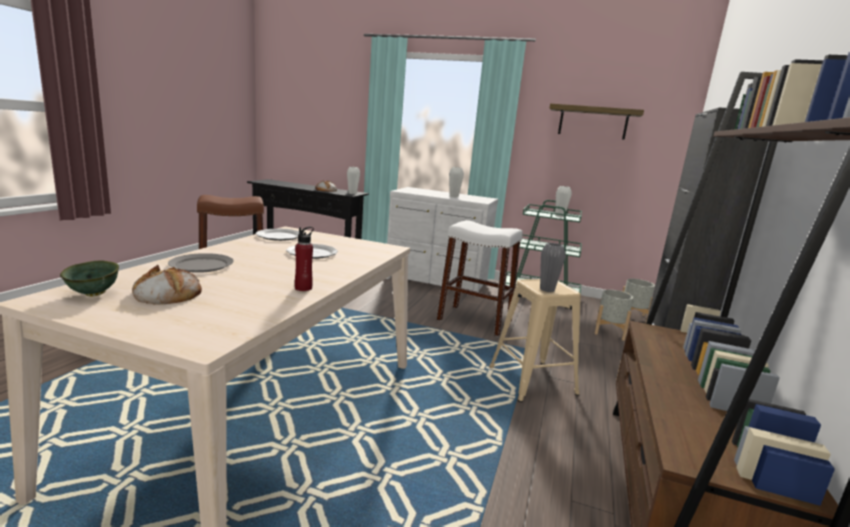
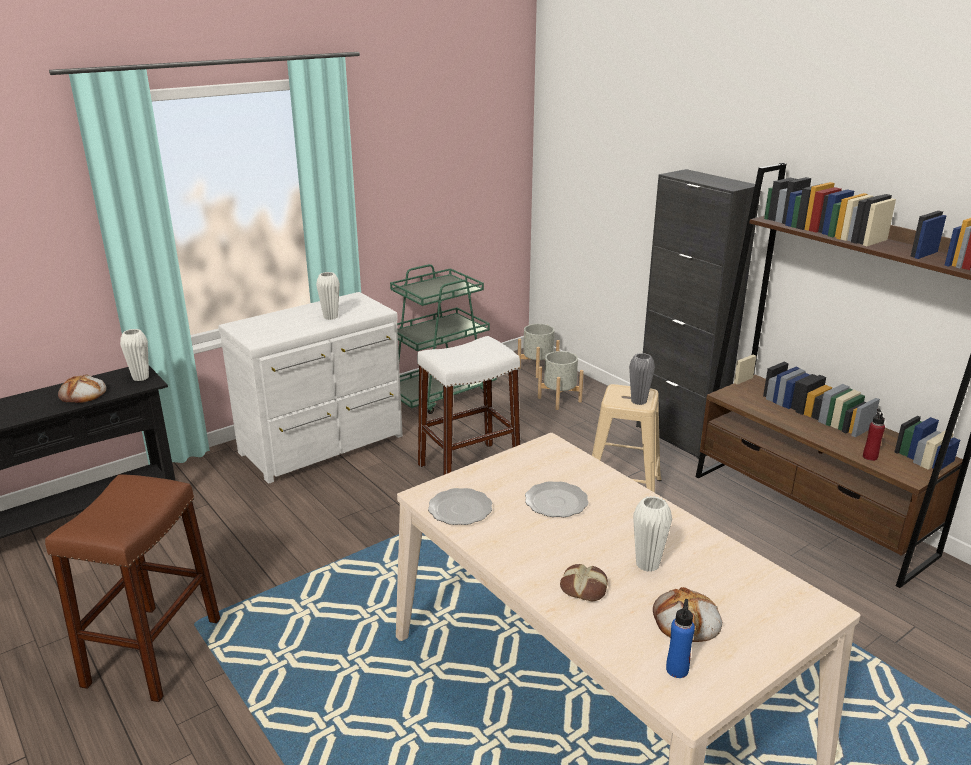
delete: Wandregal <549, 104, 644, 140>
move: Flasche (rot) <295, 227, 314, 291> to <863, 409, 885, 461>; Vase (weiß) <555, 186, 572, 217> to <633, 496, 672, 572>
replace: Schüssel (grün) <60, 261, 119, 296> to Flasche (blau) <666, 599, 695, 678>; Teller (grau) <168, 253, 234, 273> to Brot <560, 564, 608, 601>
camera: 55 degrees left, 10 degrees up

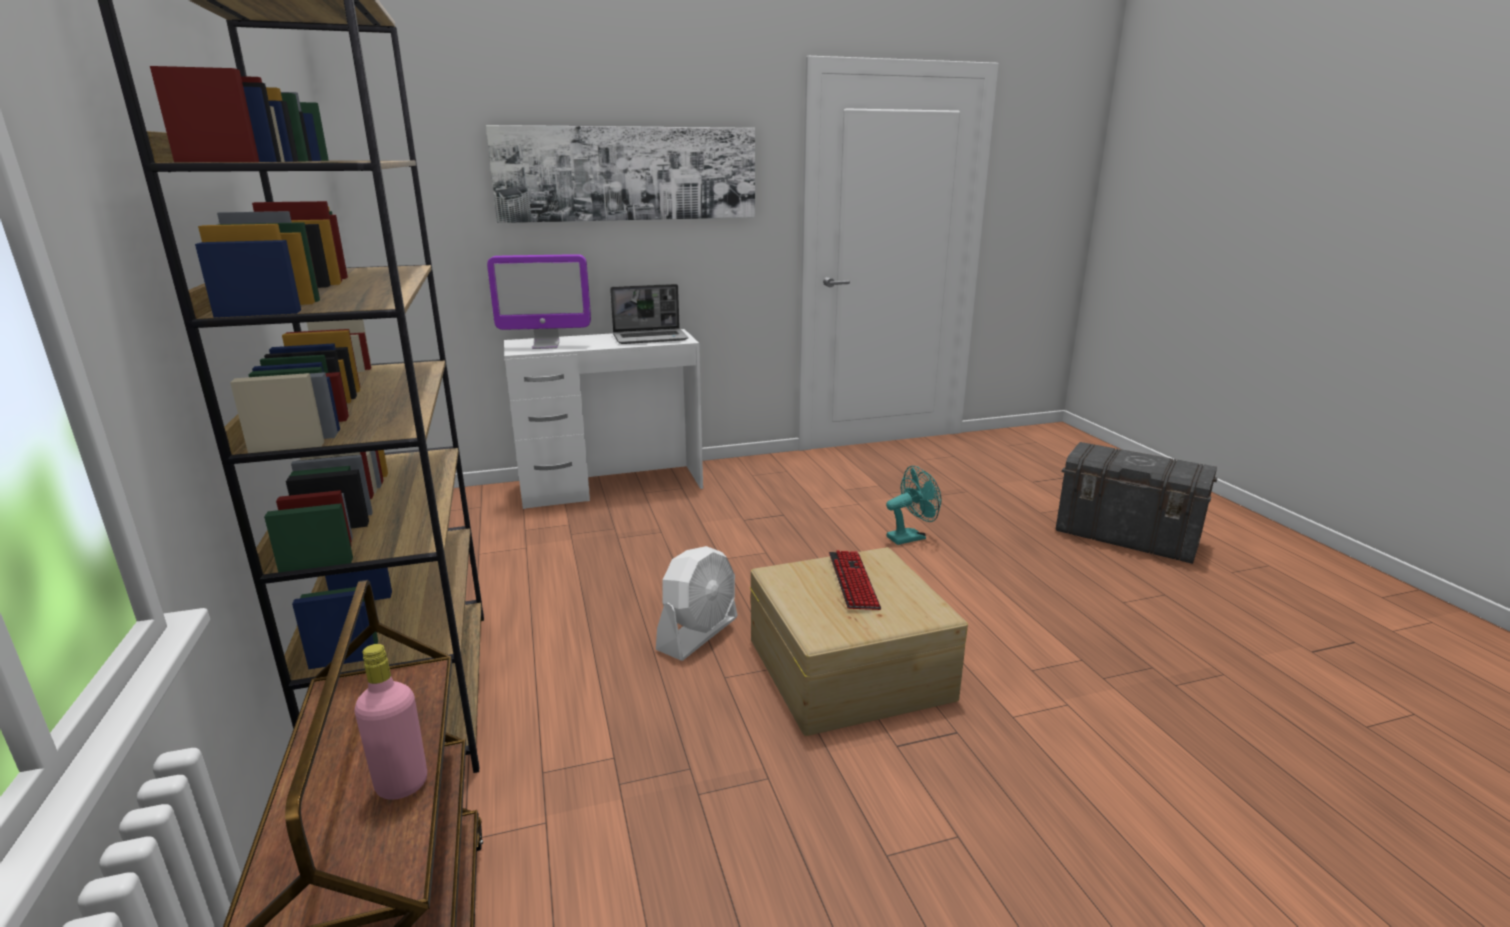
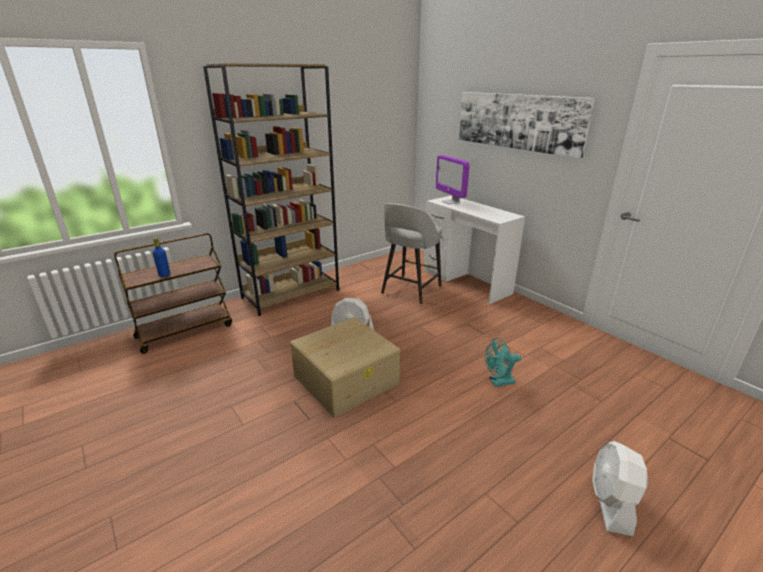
delete: Laptop <610, 284, 688, 344>; Tastatur <829, 550, 881, 610>
insert: Hocker (grau) <381, 203, 442, 304>
replace: Aufbewahrungsbox (grau) <1056, 442, 1217, 564> to Ventilator (weiß) <592, 441, 648, 536>
recolor: Flasche (rosa) <354, 644, 427, 800> to Flasche (blau) <153, 238, 170, 277>
rotate: Ventilator (türkis) <886, 466, 941, 545> = <485, 338, 521, 387> 120 degrees clockwise
camera: 70 degrees right, 5 degrees up

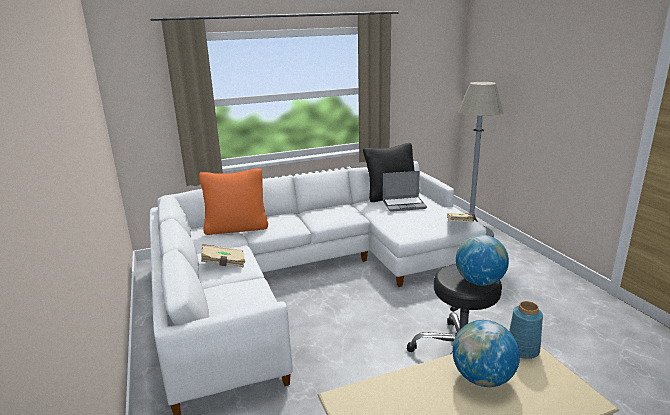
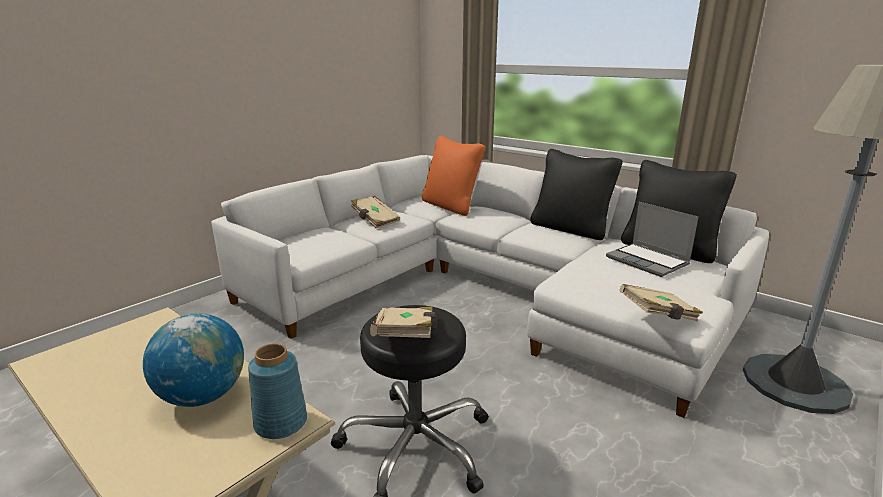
insert: Kissen (schwarz) <530, 149, 623, 240>
replace: Globus <456, 235, 509, 286> to Buch (beige) <370, 307, 437, 338>
camera: 60 degrees right, 0 degrees up

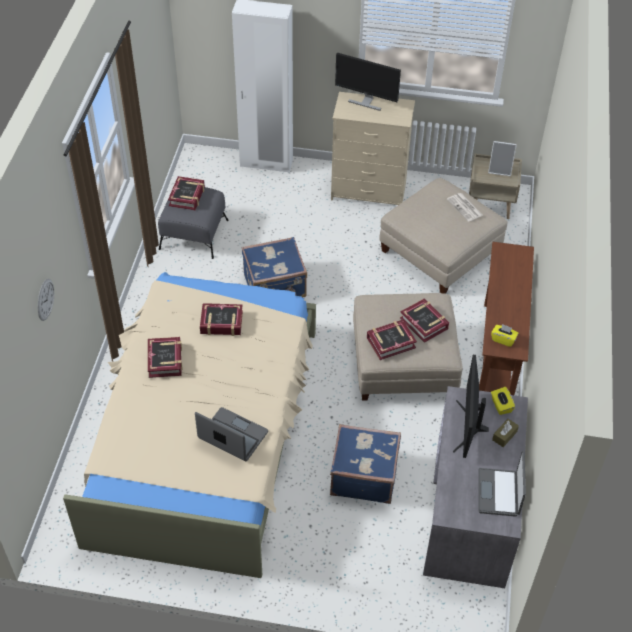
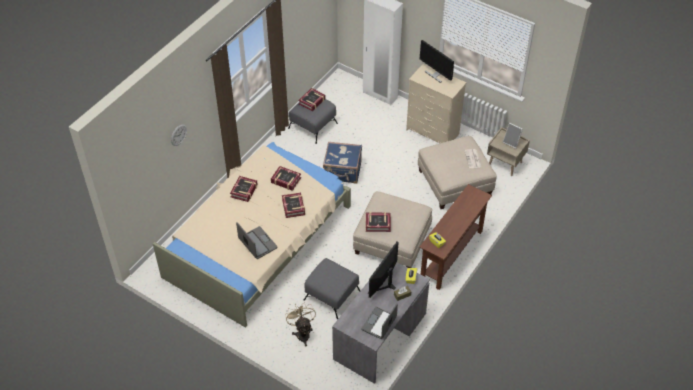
insert: Ventilator (beige) <285, 302, 316, 346>
move: Buch <400, 299, 449, 343> to <282, 192, 305, 218>
replace: Koffer (blau) <330, 424, 401, 504> to Polsterhocker (grau) <304, 258, 360, 319>
camera: 25 degrees right, 0 degrees up

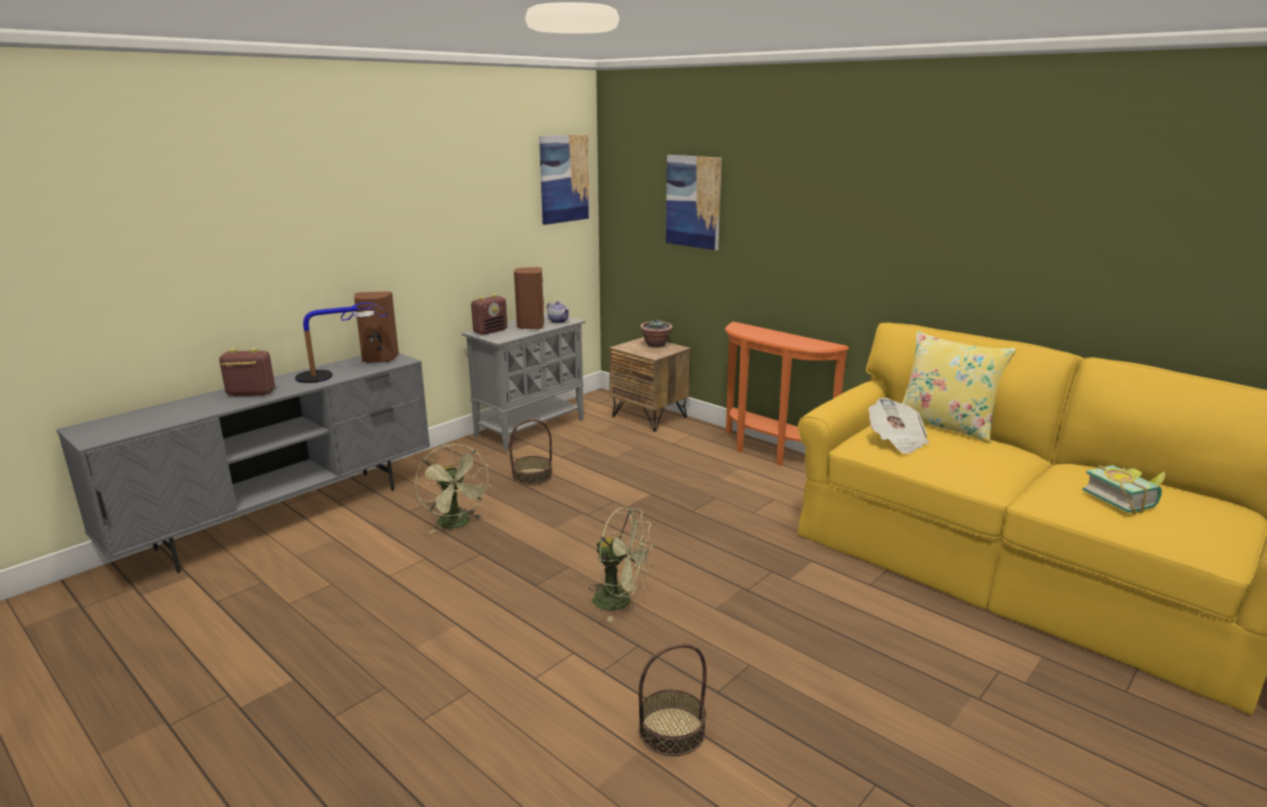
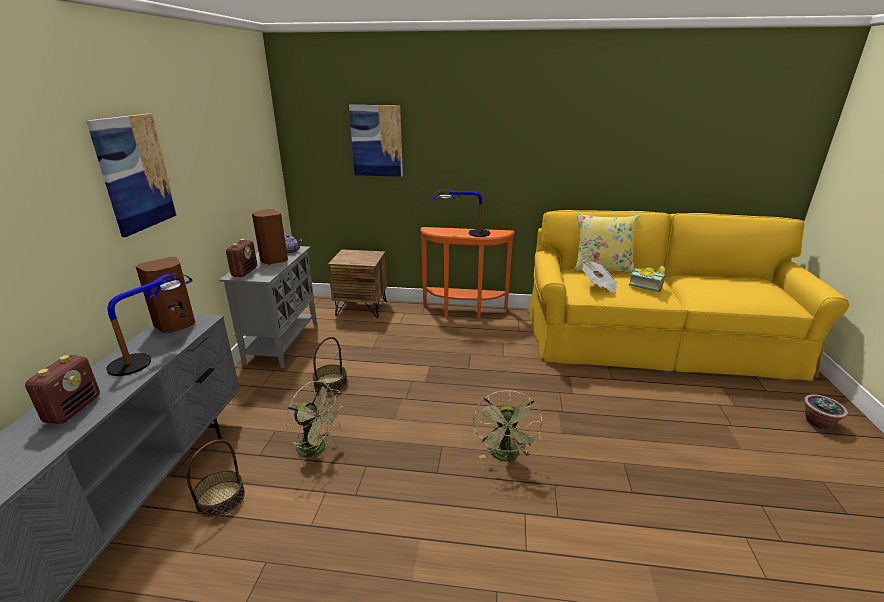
insert: Tischlampe <432, 189, 490, 237>
move: Bild <539, 134, 590, 225> to <86, 114, 177, 237>; Korb <639, 644, 707, 756> to <187, 440, 245, 518>; Topfpflanze <640, 319, 673, 348> to <804, 394, 848, 429>; Buch <1082, 465, 1165, 515> to <629, 266, 665, 292>
rotate: Radio <219, 348, 275, 396> = <25, 355, 100, 424> 135 degrees clockwise; Ventilator (grün) <589, 508, 655, 622> = <473, 390, 542, 461> 105 degrees clockwise
camera: 35 degrees left, 5 degrees up

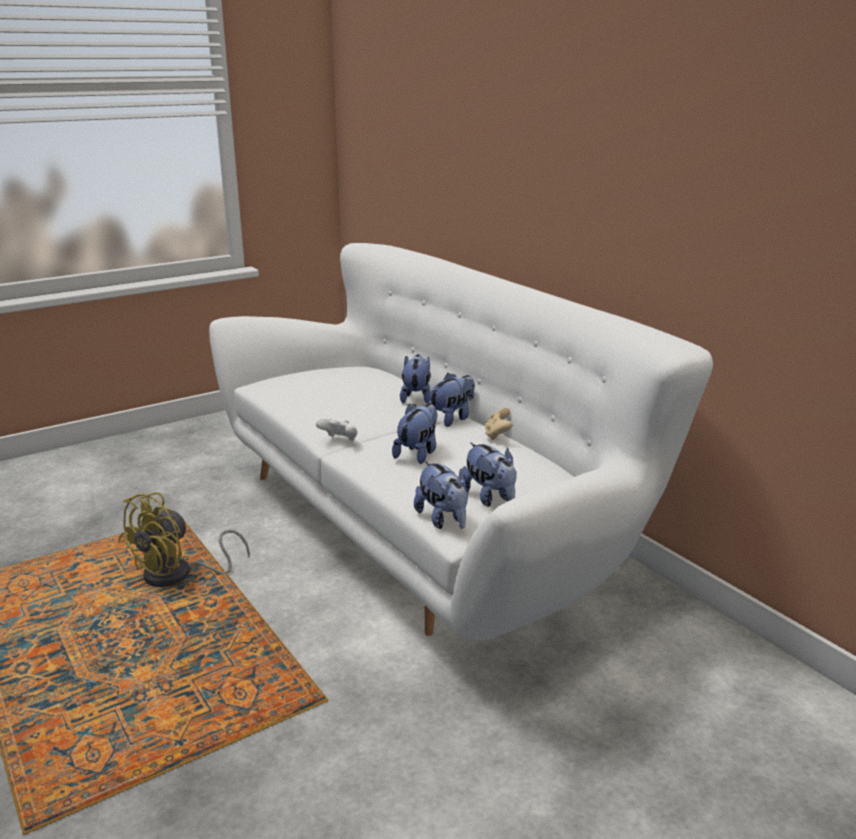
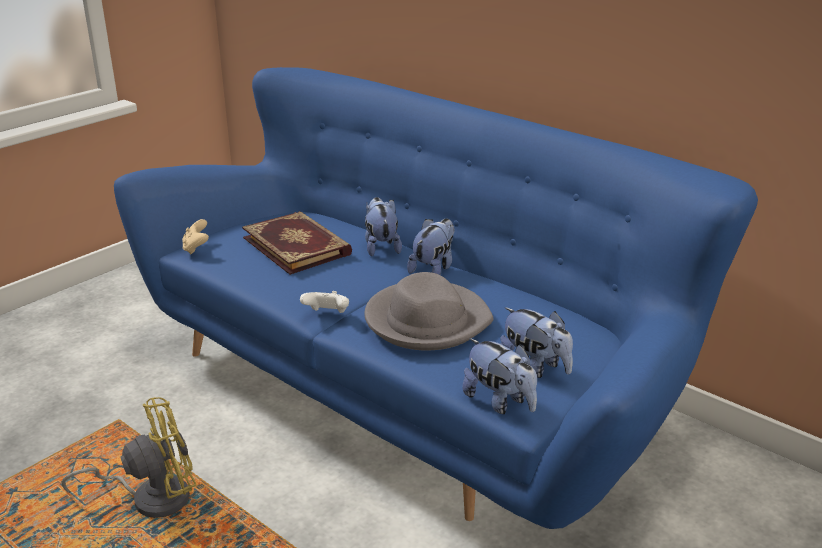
insert: Buch <242, 211, 352, 275>
move: Gamepad (beige) <485, 408, 513, 440> to <182, 219, 209, 254>
replace: Plüschtier <392, 403, 437, 464> to Hut (grau) <364, 272, 494, 350>
recolor: Sofa (weiß) <209, 243, 713, 641> to Sofa (blau) <114, 67, 758, 529>
rotate: Ventilator (gelb) <118, 492, 250, 587> = <61, 397, 196, 518> 135 degrees counterclockwise
camera: 15 degrees left, 5 degrees up

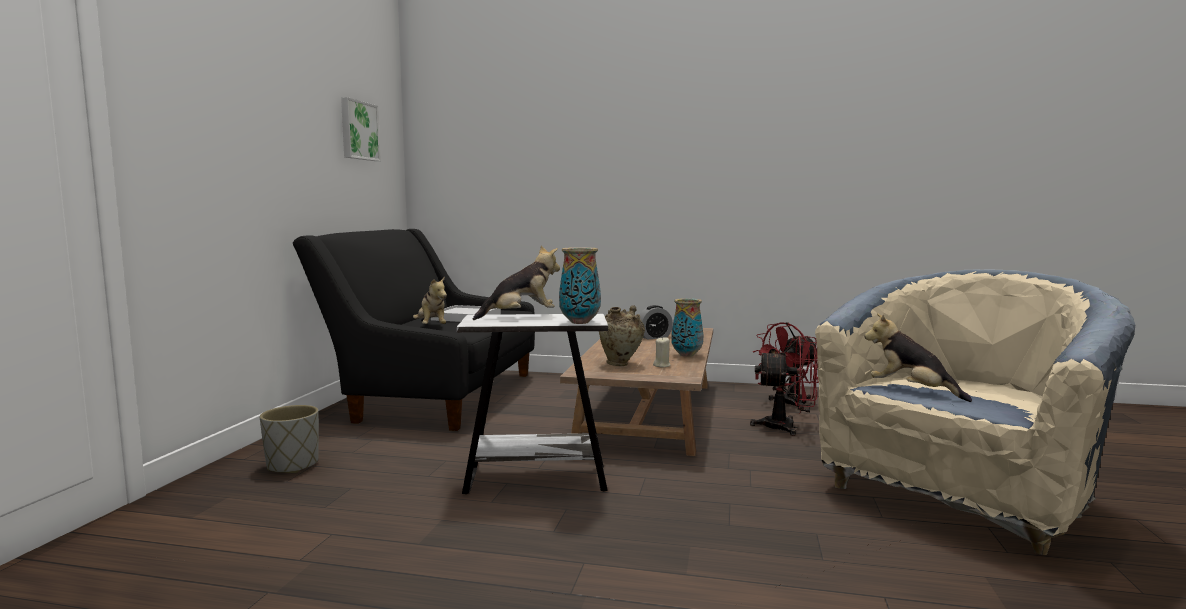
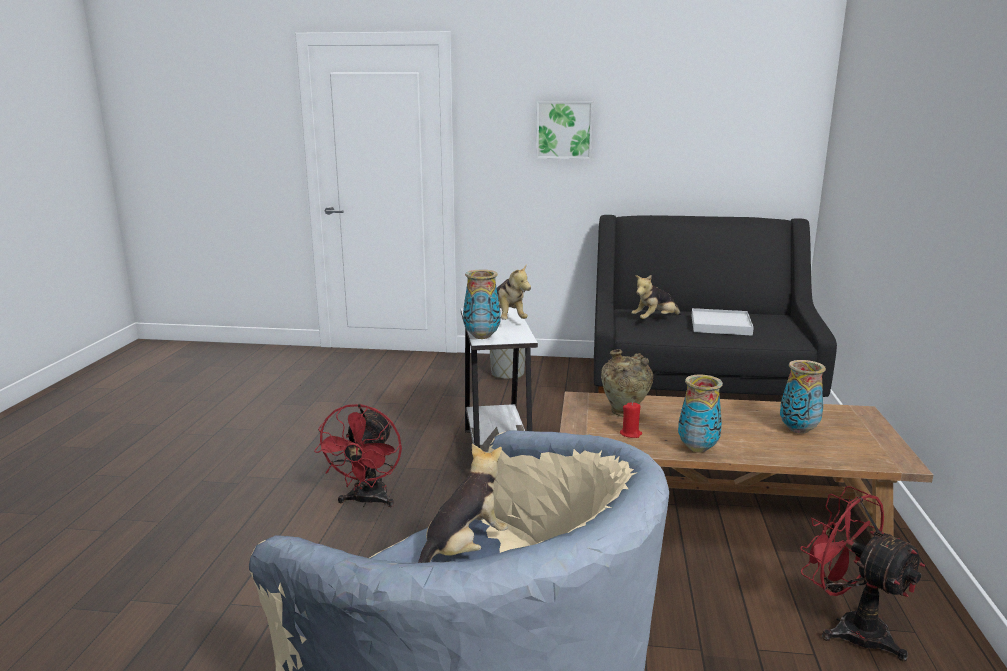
move: Bild <341, 97, 381, 161> to <536, 101, 593, 159>; Ventilator (rot) <750, 336, 819, 436> to <314, 404, 402, 507>
replace: Wecker <639, 305, 673, 339> to Vase <780, 360, 826, 434>
recolor: Kerze (beige) <653, 337, 671, 367> to Kerze (rot) <620, 402, 642, 438>
camera: 85 degrees right, 10 degrees up

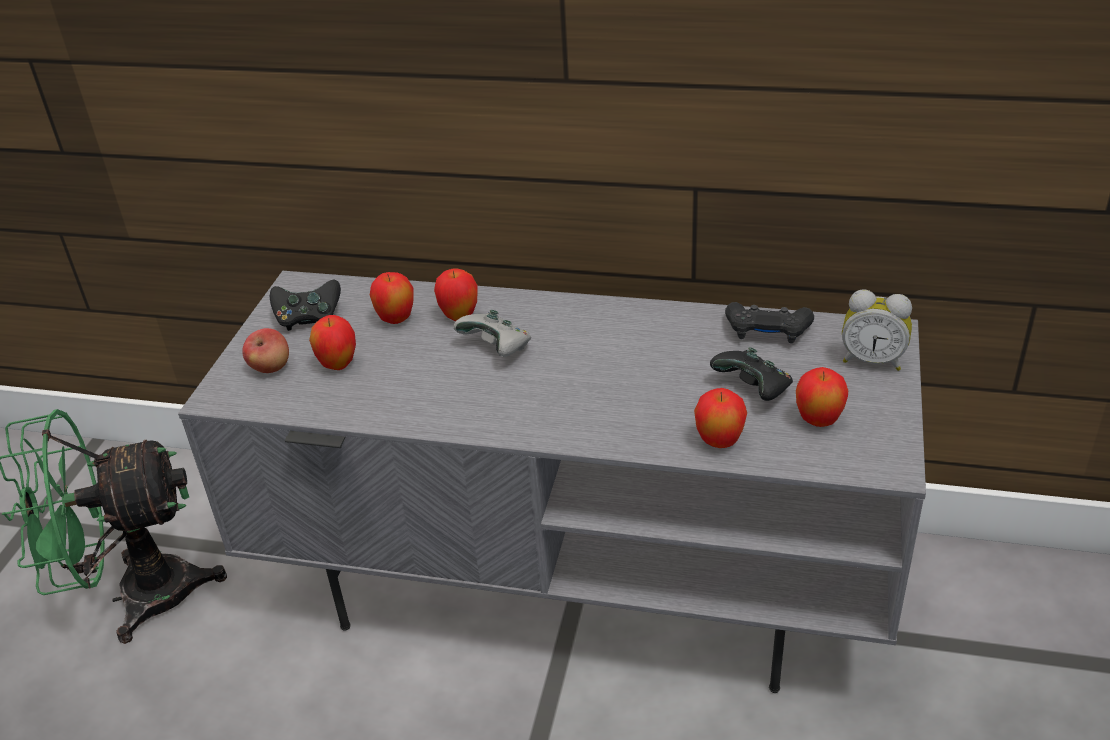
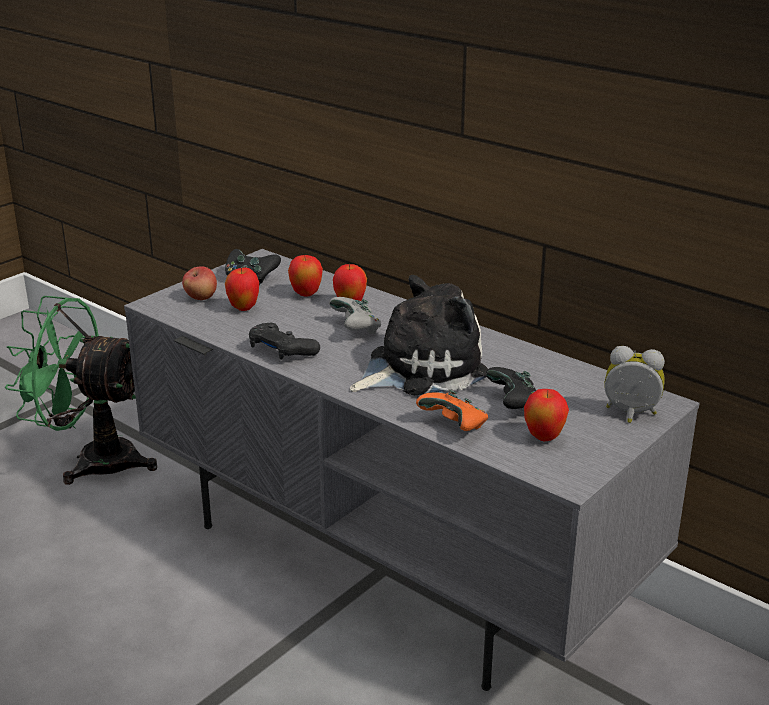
insert: Plüschtier <350, 275, 488, 395>
move: Gamepad (schwarz) <725, 302, 814, 344> to <249, 323, 320, 360>
replace: Apfel <694, 388, 747, 448> to Gamepad (orange) <416, 390, 488, 431>
rotate: Wecker <842, 289, 912, 371> = <604, 346, 665, 423> 150 degrees clockwise
camera: 25 degrees right, 10 degrees down

